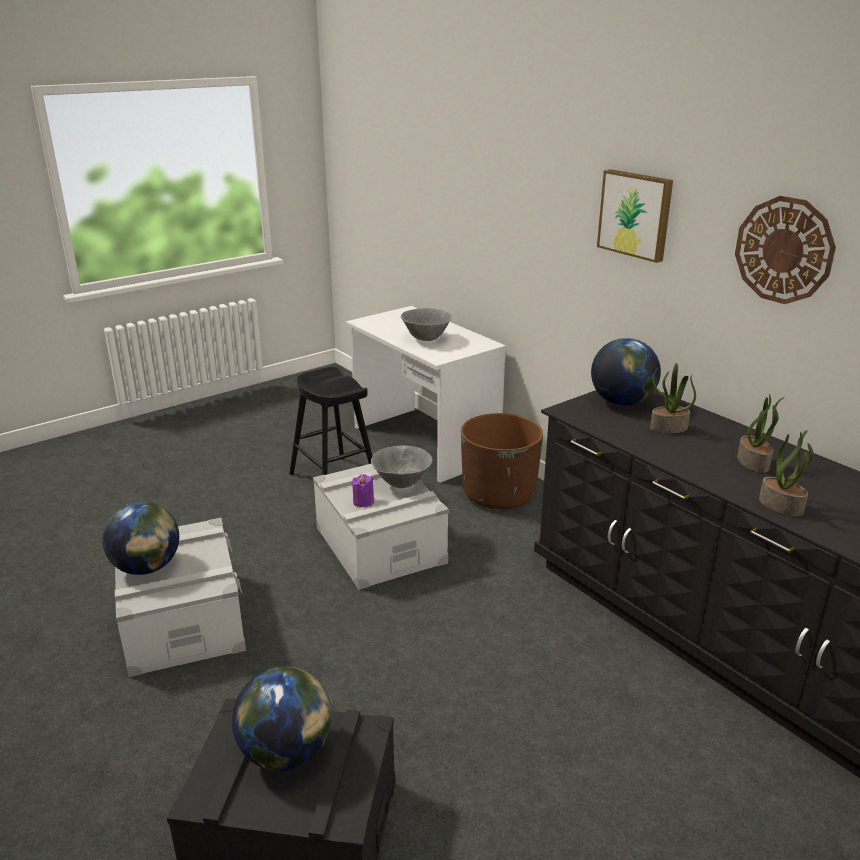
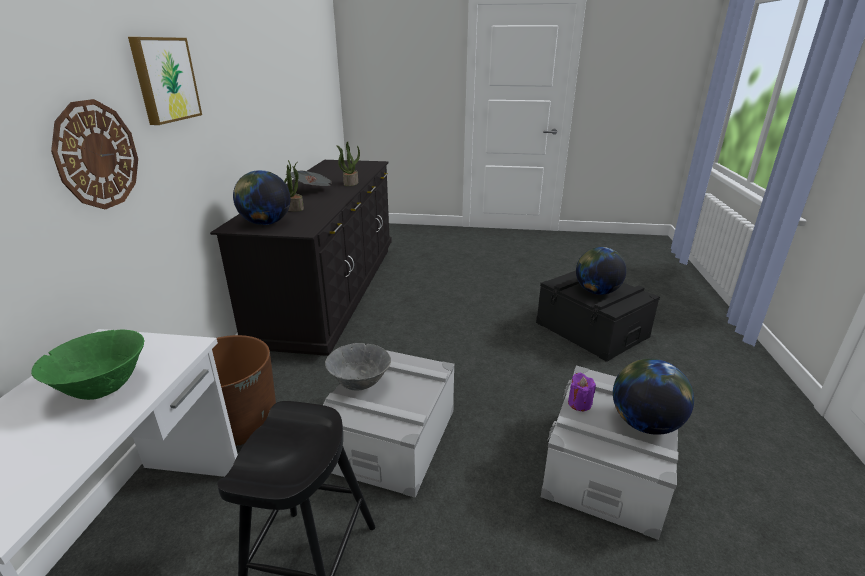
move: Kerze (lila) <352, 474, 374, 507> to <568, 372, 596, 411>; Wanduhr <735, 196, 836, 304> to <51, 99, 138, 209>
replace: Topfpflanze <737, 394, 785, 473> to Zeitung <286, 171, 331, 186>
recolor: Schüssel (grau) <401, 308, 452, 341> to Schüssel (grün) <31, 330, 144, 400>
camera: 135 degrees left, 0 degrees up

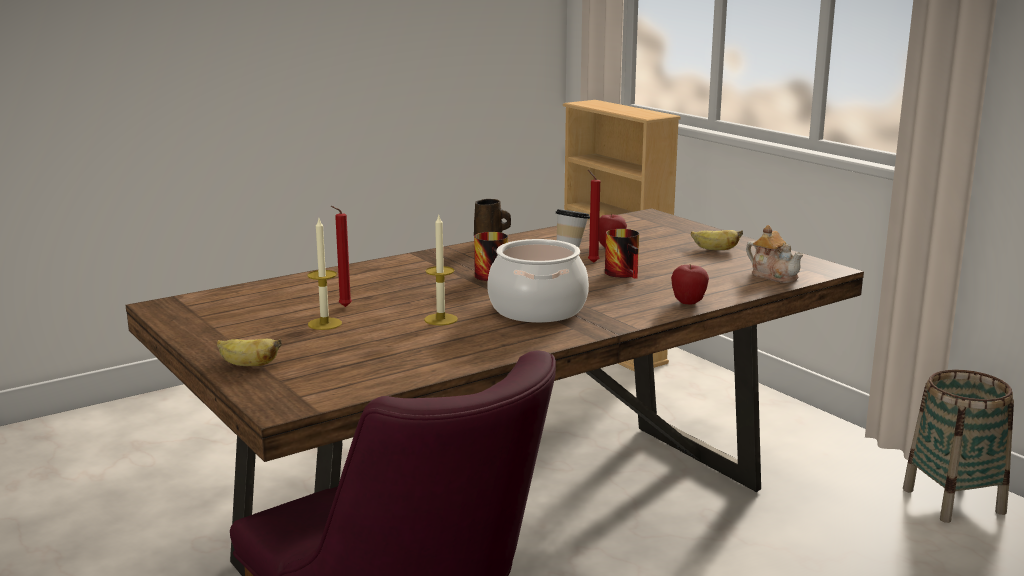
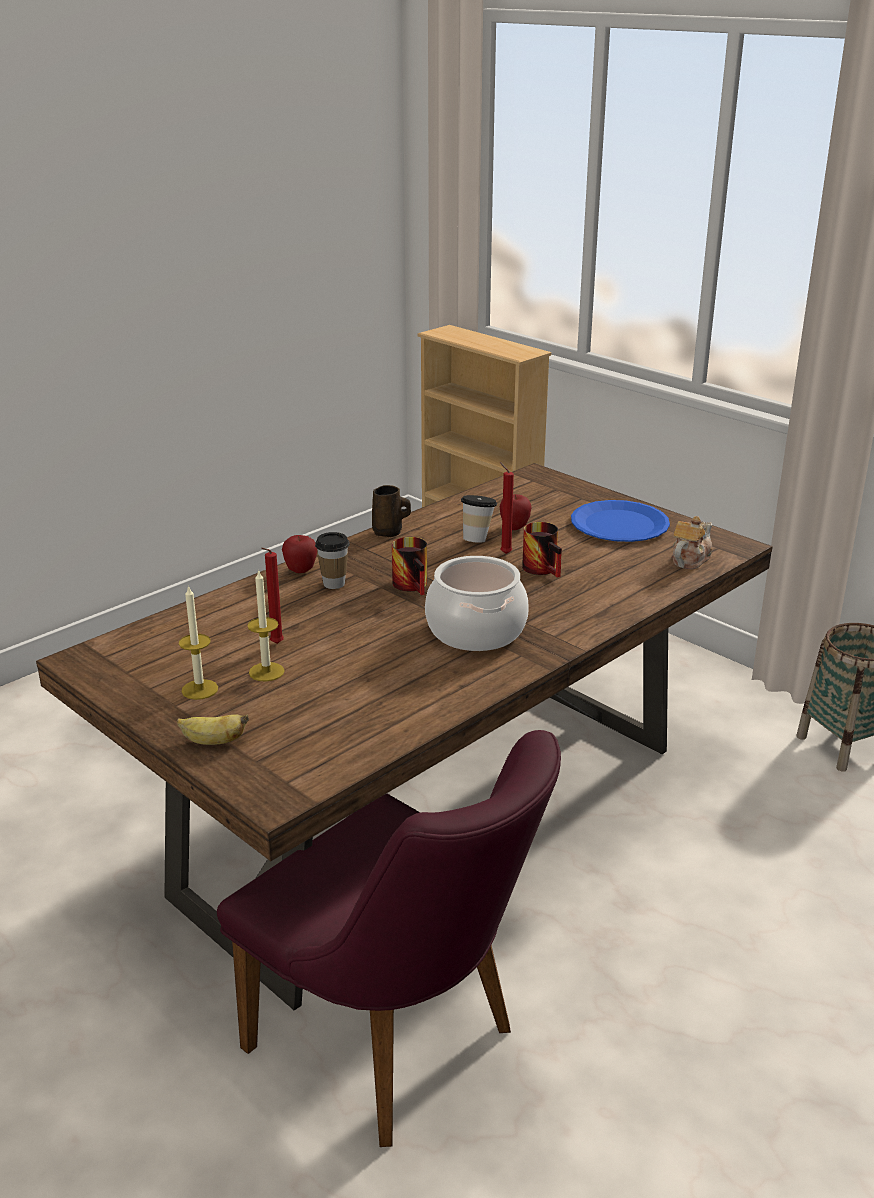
insert: Tasse <315, 532, 350, 589>
move: Kerze <424, 215, 458, 325> to <179, 585, 218, 700>; Apfel <671, 264, 709, 304> to <282, 535, 317, 573>
replace: Banane <691, 230, 743, 250> to Teller (blau) <571, 500, 670, 542>
rotate: Teekanne <746, 225, 804, 283> = <671, 516, 712, 570> 90 degrees counterclockwise
camera: 10 degrees left, 10 degrees up

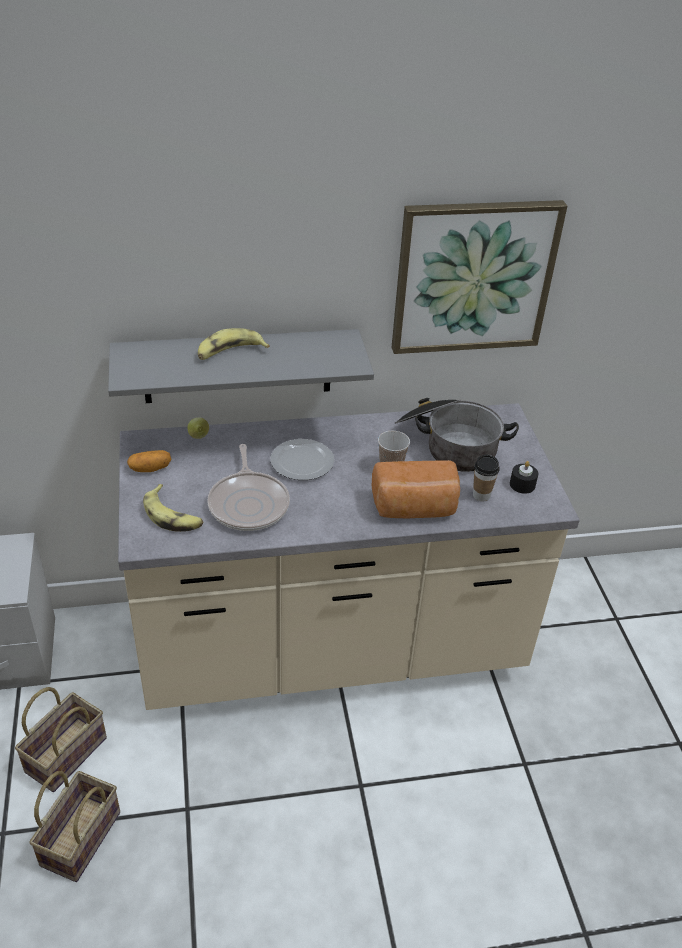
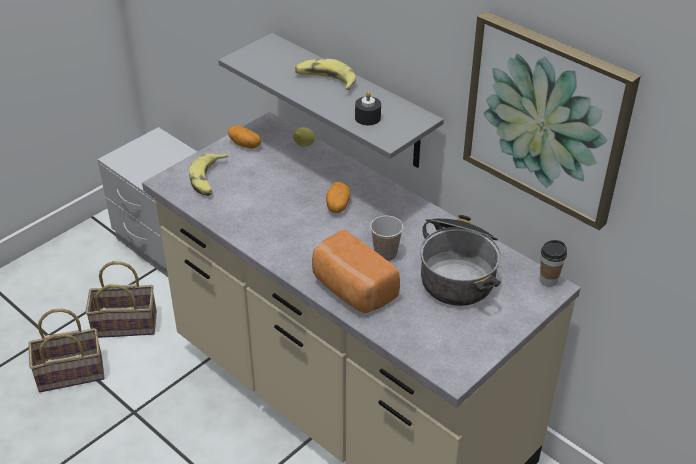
delete: Pfanne <207, 444, 290, 531>
move: Tasse <473, 455, 500, 502> to <540, 240, 567, 287>; Kerze (schwarz) <510, 461, 538, 494> to <355, 91, 381, 125>
replace: Teller <271, 439, 334, 480> to Kartoffel <326, 182, 350, 213>
camera: 55 degrees right, 0 degrees up

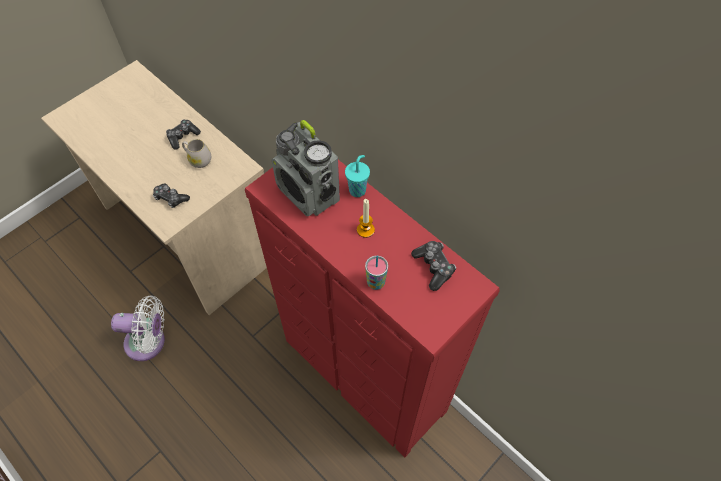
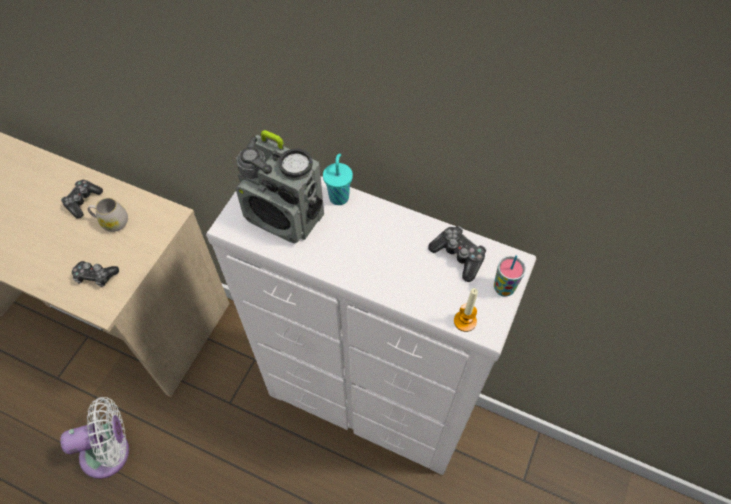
move: Kerze <357, 199, 375, 238> to <454, 288, 478, 332>; Tasse <365, 256, 388, 290> to <494, 255, 526, 297>
recolor: Kommode (rot) <245, 160, 500, 457> to Kommode (weiß) <206, 176, 536, 475>
camera: 20 degrees left, 0 degrees up

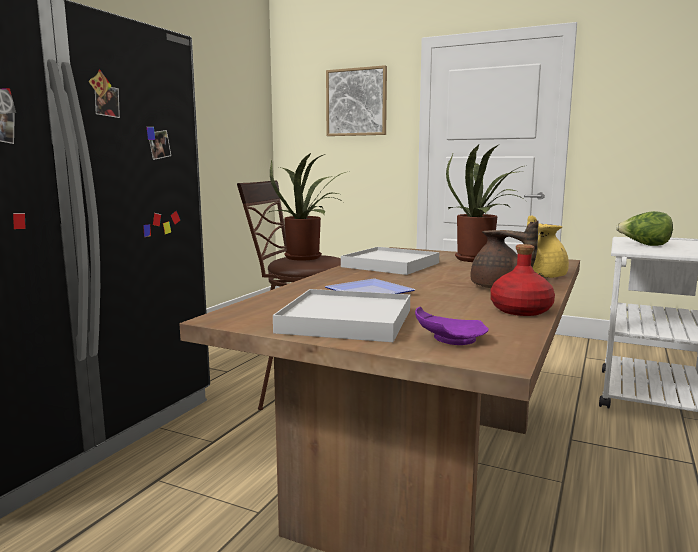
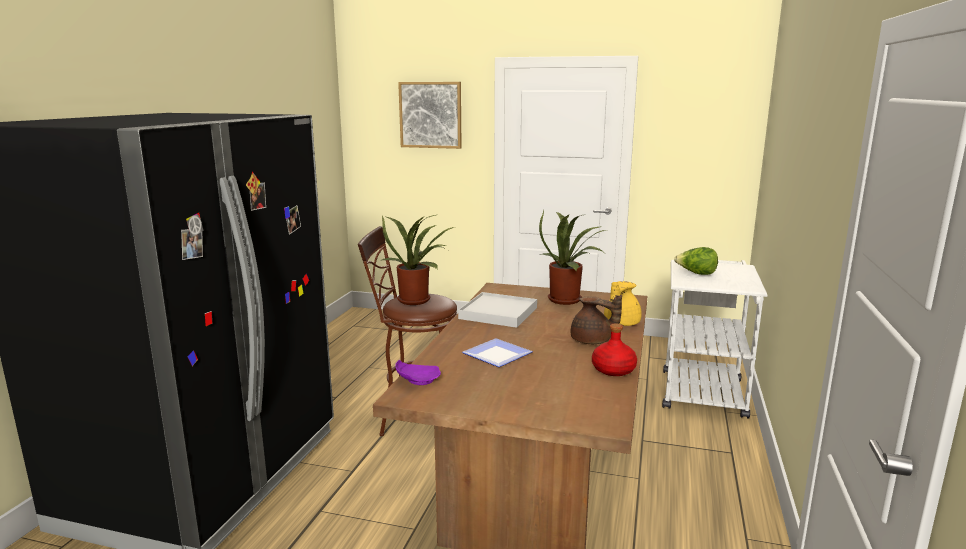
delete: Tablett (weiß) <273, 289, 410, 342>
move: Teller (lila) <415, 307, 489, 345> to <395, 360, 441, 385>
camera: 10 degrees left, 5 degrees up

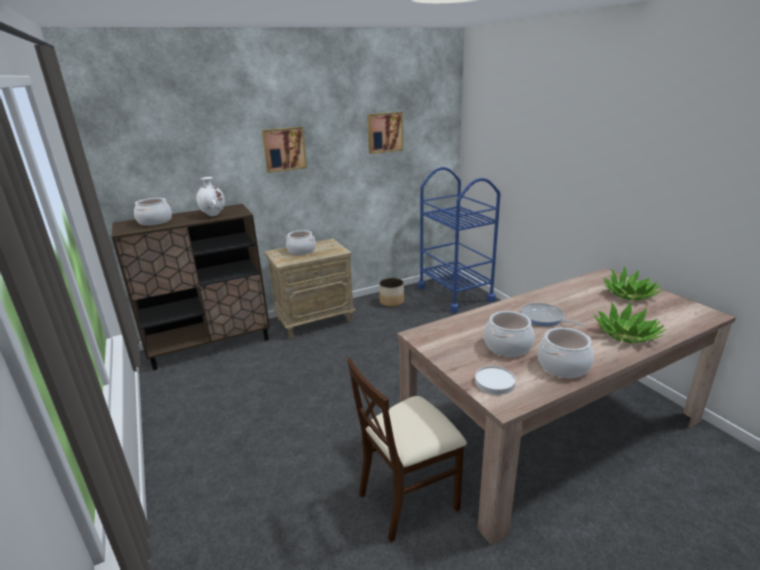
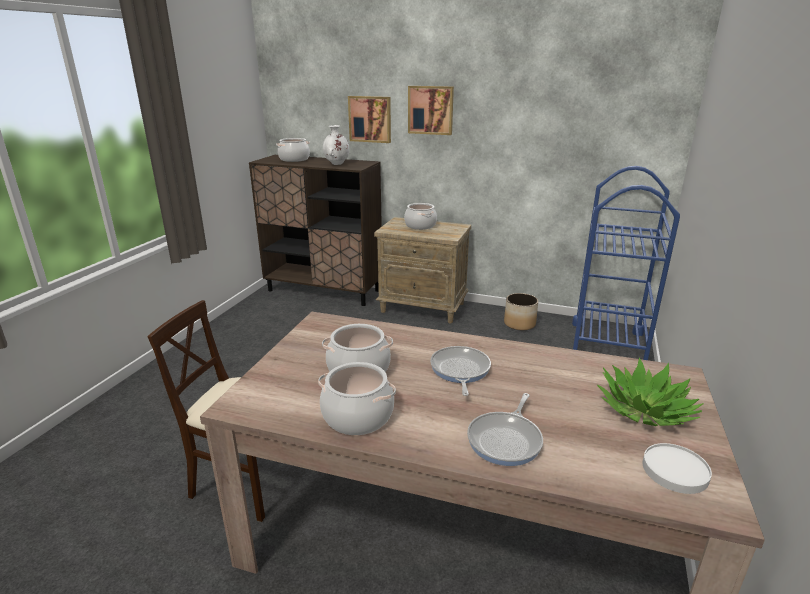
move: Bild <367, 112, 403, 154> to <348, 96, 391, 143>; Teller (weiß) <475, 366, 516, 395> to <643, 443, 712, 494>
replace: Topfpflanze <594, 302, 667, 343> to Pfanne <467, 393, 543, 466>
camera: 45 degrees right, 0 degrees up

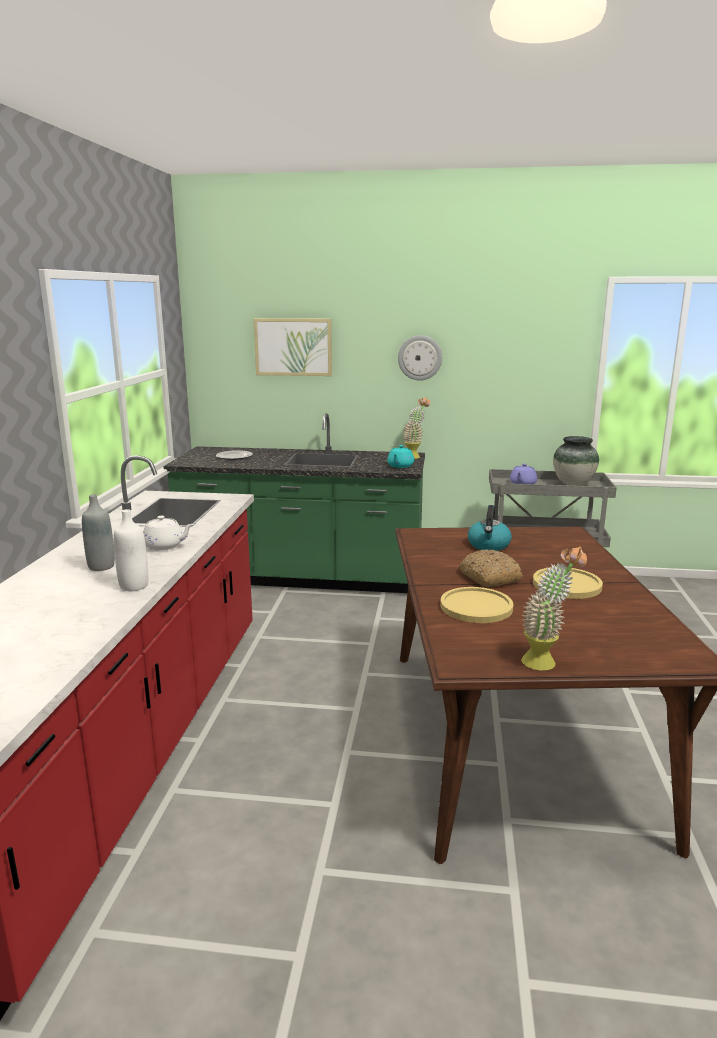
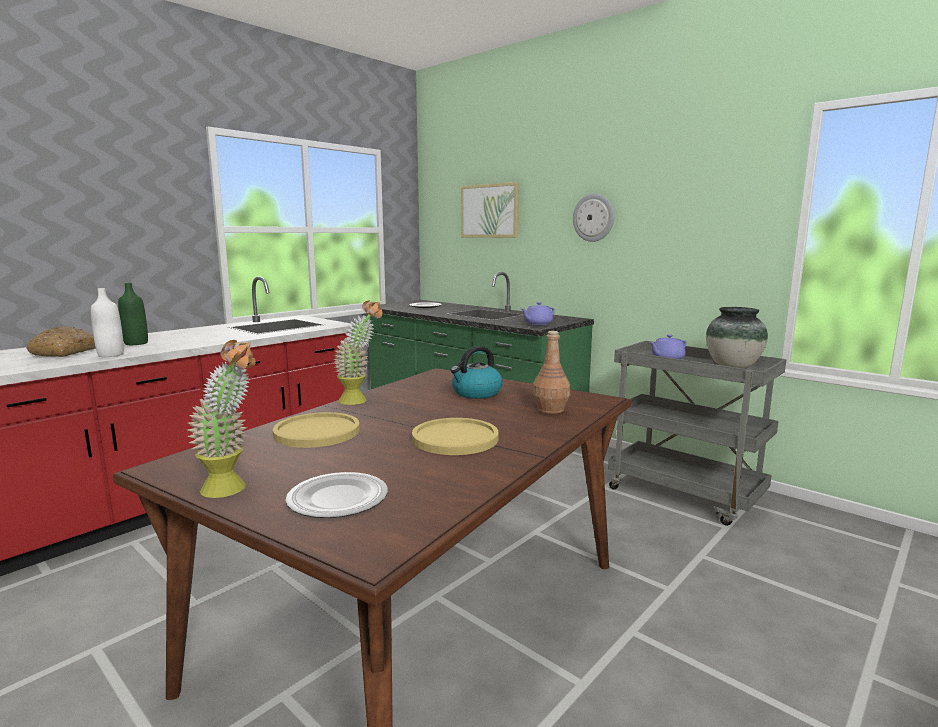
delete: Teekanne (weiß) <136, 516, 194, 550>
insert: Teller <285, 472, 388, 518>; Flasche (braun) <532, 331, 570, 414>
move: Topfpflanze <403, 397, 430, 459> to <333, 300, 382, 405>; Brot <459, 549, 523, 587> to <26, 327, 96, 357>
recolor: Flasche (grau) <82, 494, 115, 571> to Flasche (grün) <118, 283, 148, 345>; Teekanne (türkis) <387, 445, 414, 468> to Teekanne (lila) <521, 302, 555, 325>
camera: 35 degrees right, 5 degrees down

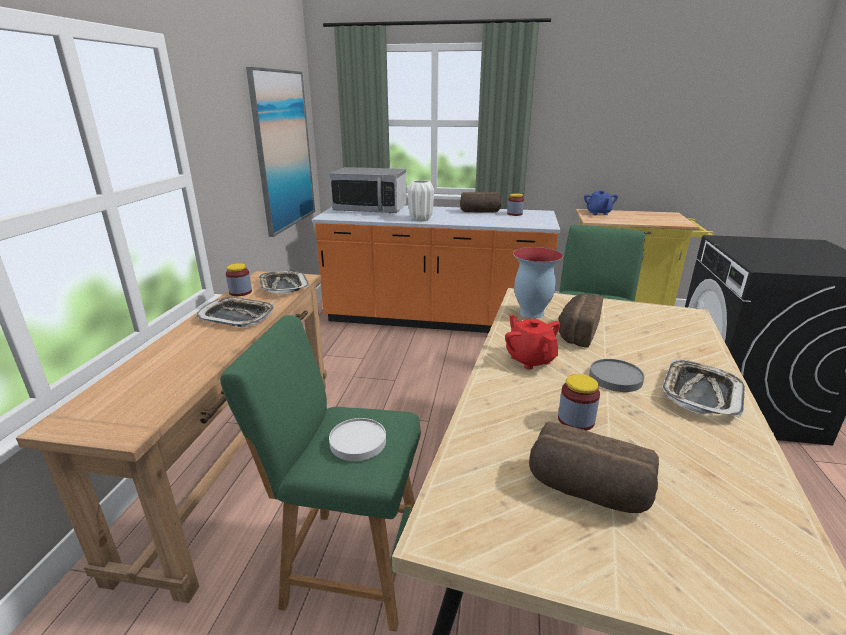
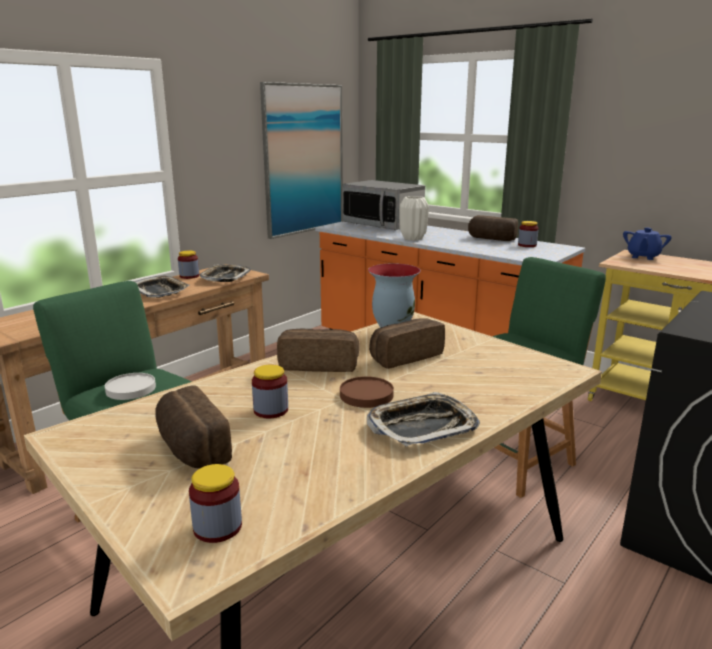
insert: Vorratsglas <189, 464, 242, 543>
replace: Teekanne (rot) <505, 315, 560, 370> to Brot <277, 329, 360, 372>
recolor: Teller (grau) <589, 359, 645, 392> to Teller (braun) <340, 376, 394, 408>
camera: 30 degrees right, 5 degrees down

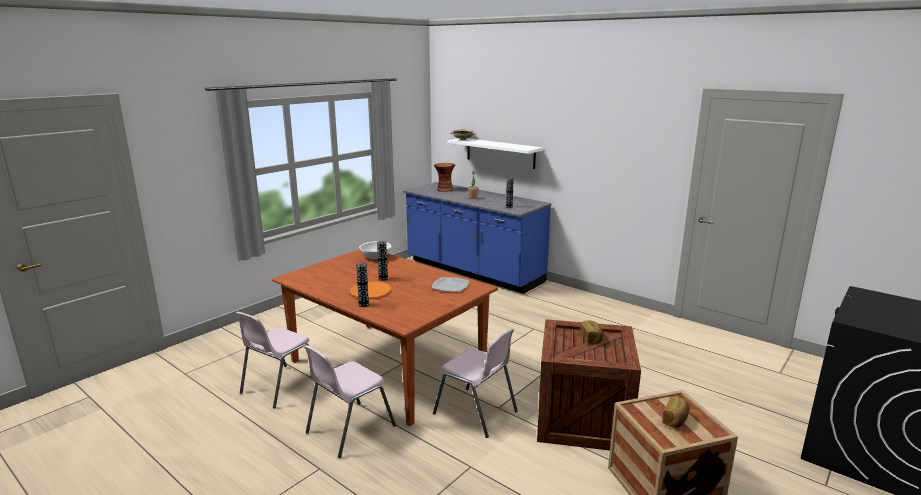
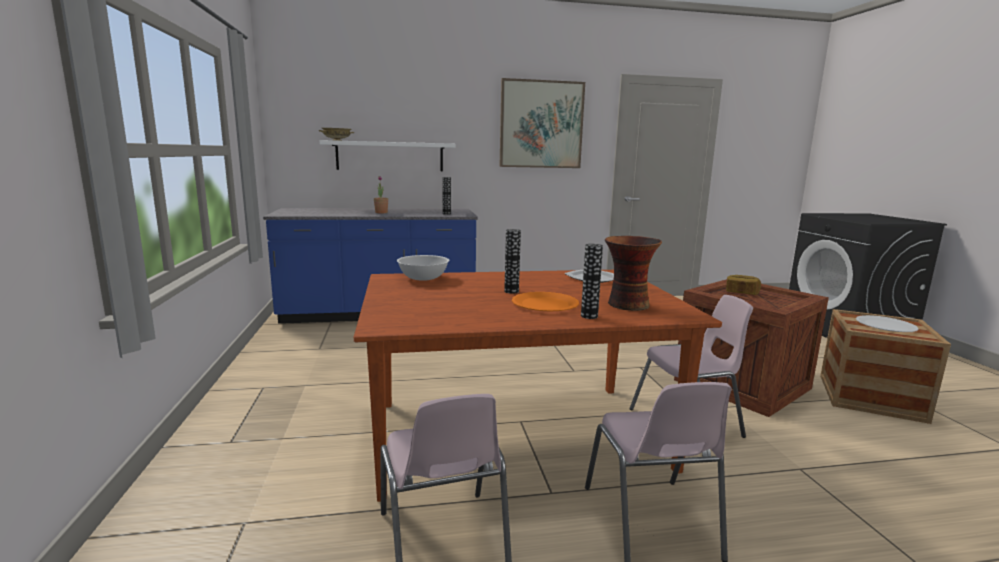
insert: Bild <499, 78, 585, 168>
move: Vase <434, 163, 455, 192> to <605, 236, 662, 311>
replace: Brot <662, 397, 689, 428> to Teller (weiß) <856, 315, 919, 332>
camera: 50 degrees left, 5 degrees down

